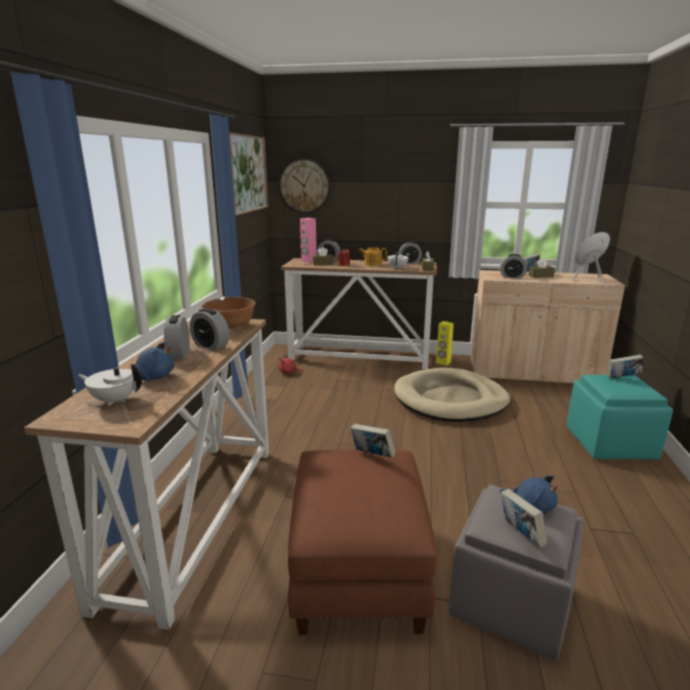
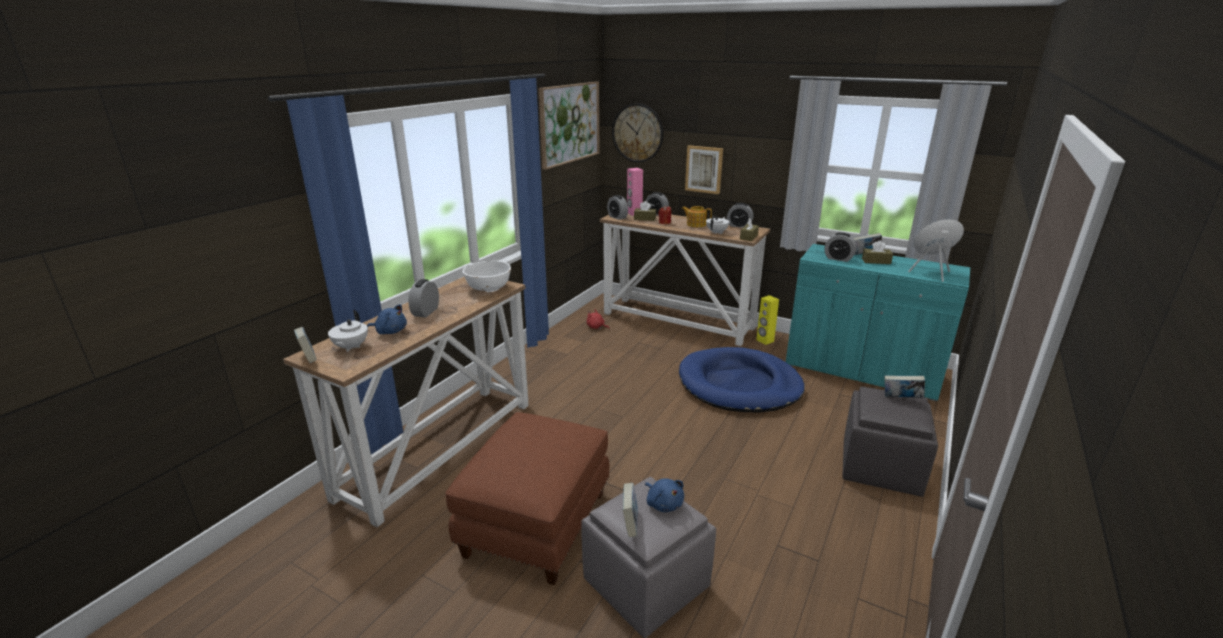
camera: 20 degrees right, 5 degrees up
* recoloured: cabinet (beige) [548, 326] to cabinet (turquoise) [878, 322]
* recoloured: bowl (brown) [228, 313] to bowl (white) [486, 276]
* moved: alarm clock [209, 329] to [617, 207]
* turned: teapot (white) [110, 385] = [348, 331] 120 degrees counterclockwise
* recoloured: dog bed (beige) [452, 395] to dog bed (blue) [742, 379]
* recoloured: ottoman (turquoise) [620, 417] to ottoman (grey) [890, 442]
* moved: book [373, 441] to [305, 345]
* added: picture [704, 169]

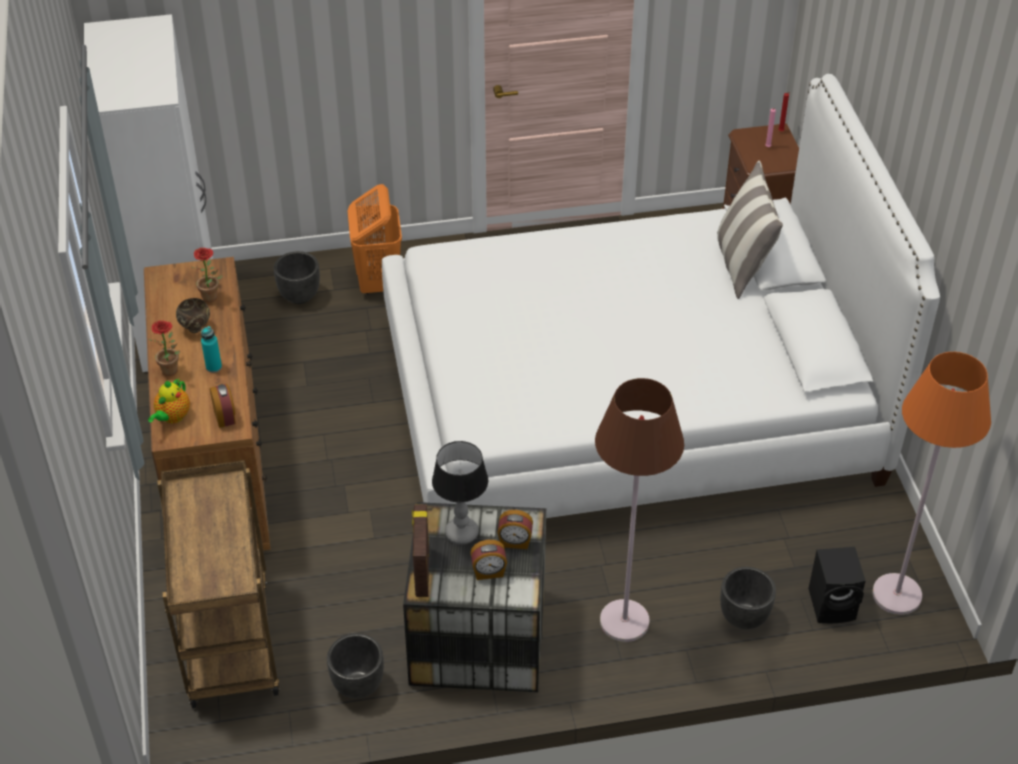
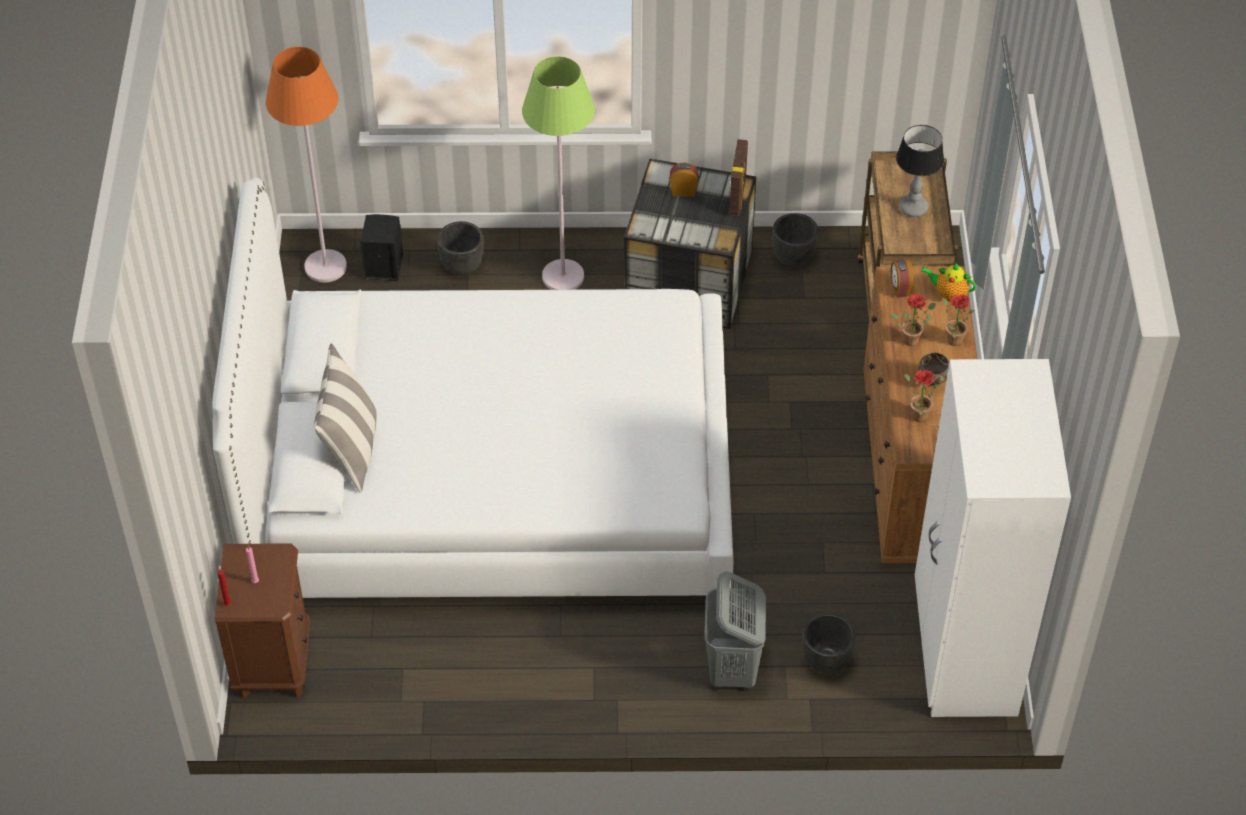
camera: 170 degrees left, 5 degrees up
* recoloured: laundry basket (orange) [375, 239] to laundry basket (grey) [735, 631]
* replaced: bottle (turquoise) [211, 349] to potted plant [913, 320]
* recoloured: floor lamp (brown) [639, 510] to floor lamp (green) [558, 173]
* turned: teapot [169, 401] = [948, 282] 105 degrees counterclockwise
* moved: table lamp [460, 493] to [920, 171]
* removed: alarm clock [515, 529]

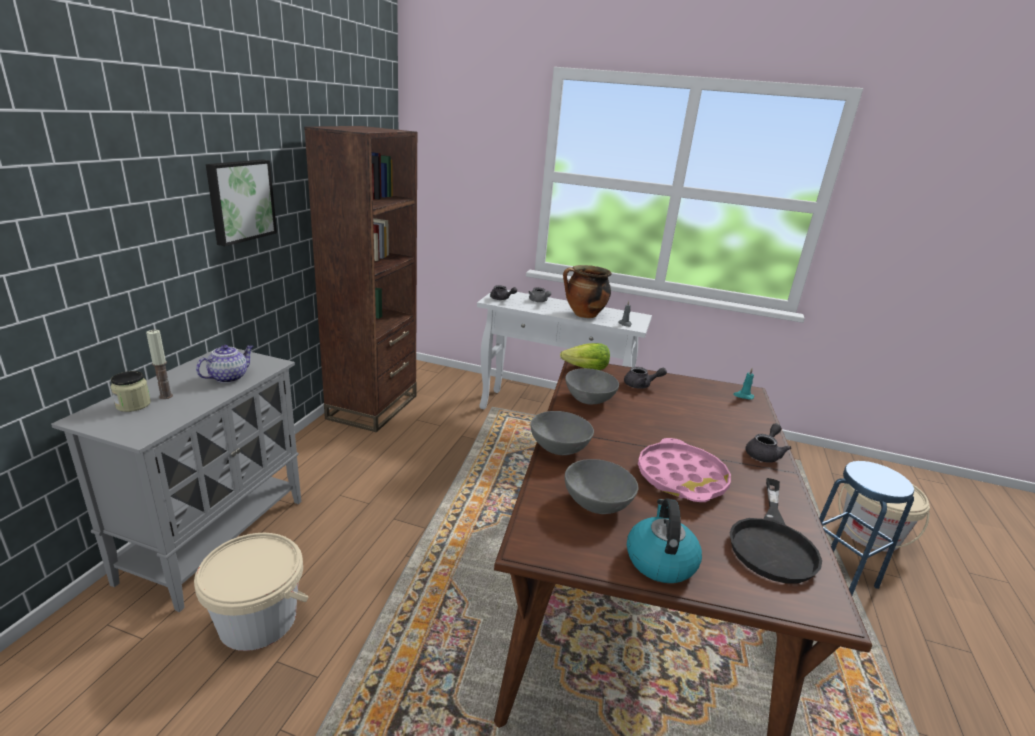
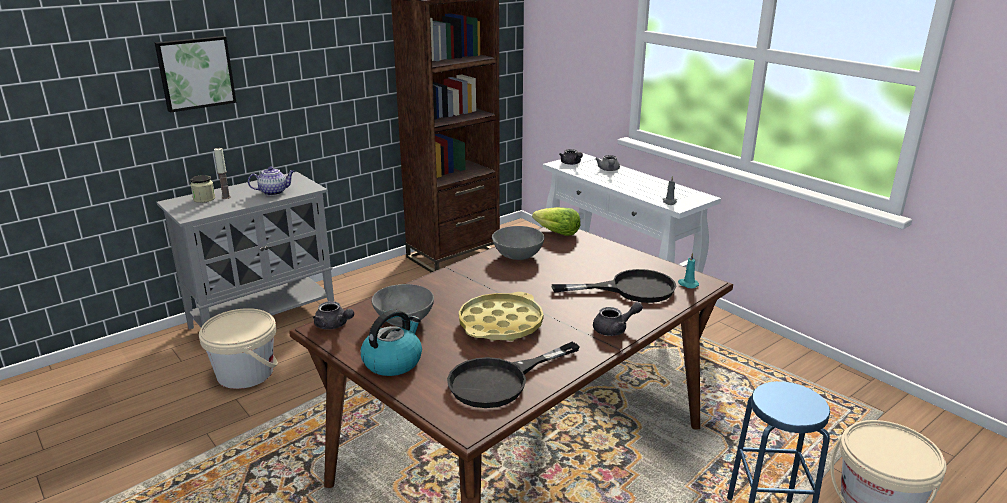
camera: 35 degrees right, 0 degrees up
* moved: picture [241, 203] to [196, 74]
* removed: cooking pot [587, 291]
* moved: teapot (grey) [645, 378] to [333, 315]
* removed: bowl (grey) [562, 433]
* recoloured: tray (pink) [684, 470] to tray (yellow) [501, 316]
* added: frying pan (black) [614, 286]

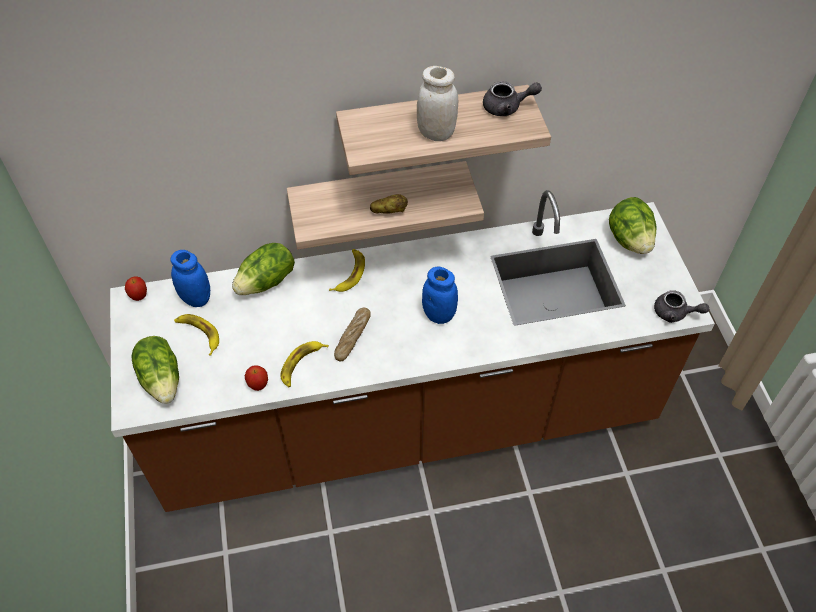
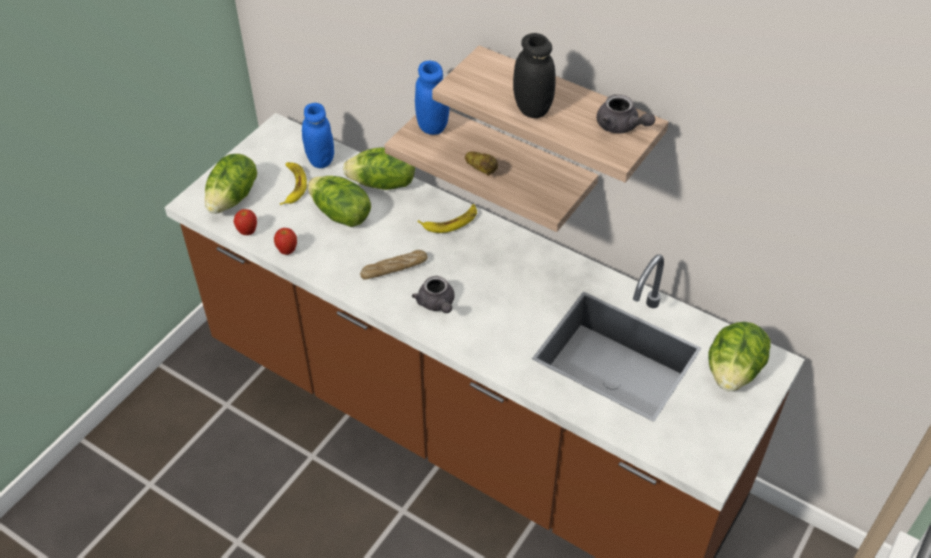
camera: 45 degrees right, 5 degrees down
* recoloured: jar (white) [437, 103] to jar (black) [534, 75]
* moved: jar (blue) [440, 295] to [432, 98]
* moved: apple [136, 289] to [245, 222]
* moved: teapot (grey) [681, 306] to [433, 294]
* removed: banana [305, 364]
* added: lettuce [339, 201]

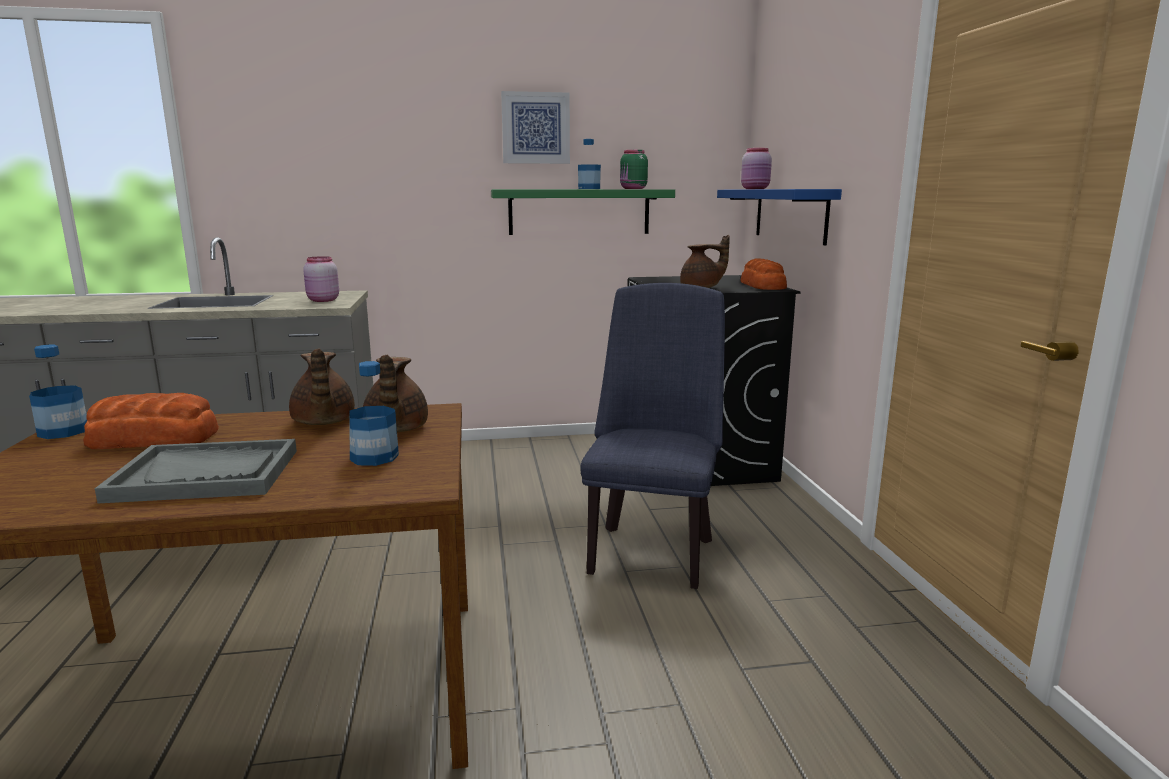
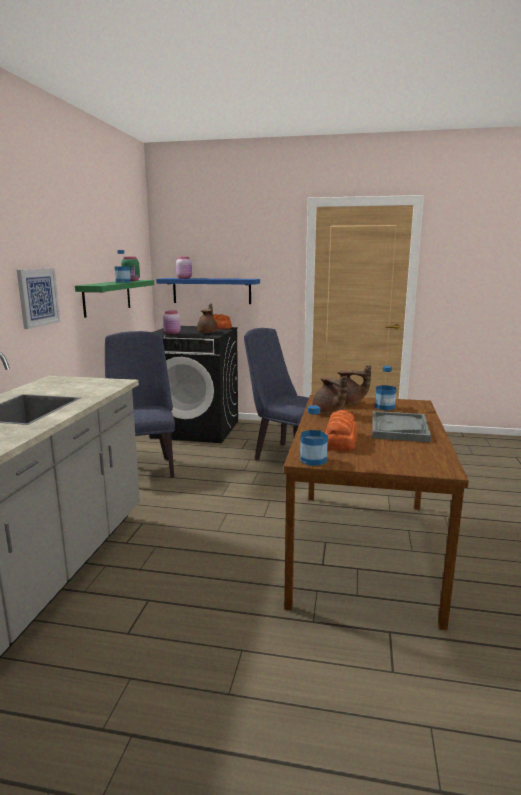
camera: 70 degrees left, 0 degrees up
* moved: picture [535, 127] to [38, 298]
* moved: jar (pink) [321, 279] to [172, 322]
* turned: teapot (brown) [322, 386] = [330, 395] 60 degrees clockwise
* added: chair (blue) [140, 404]

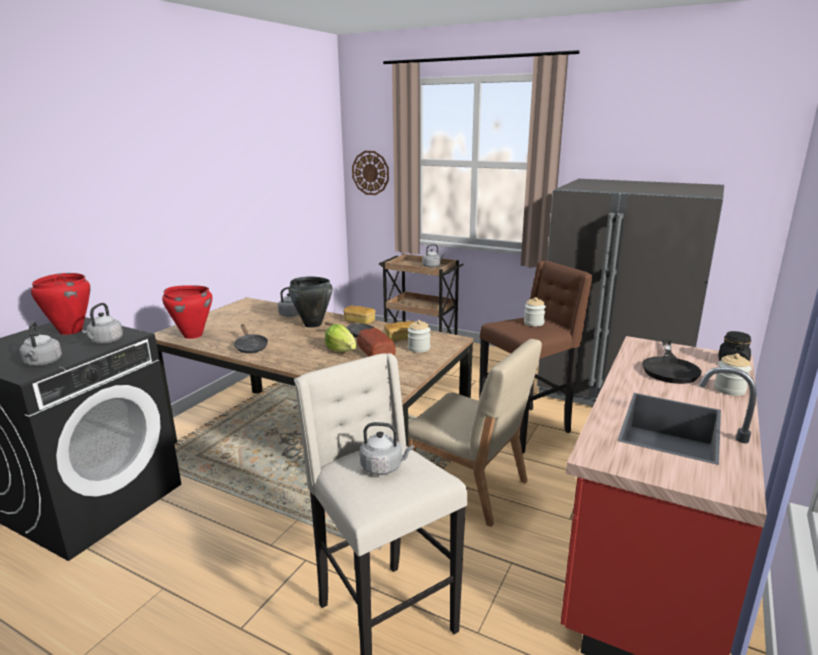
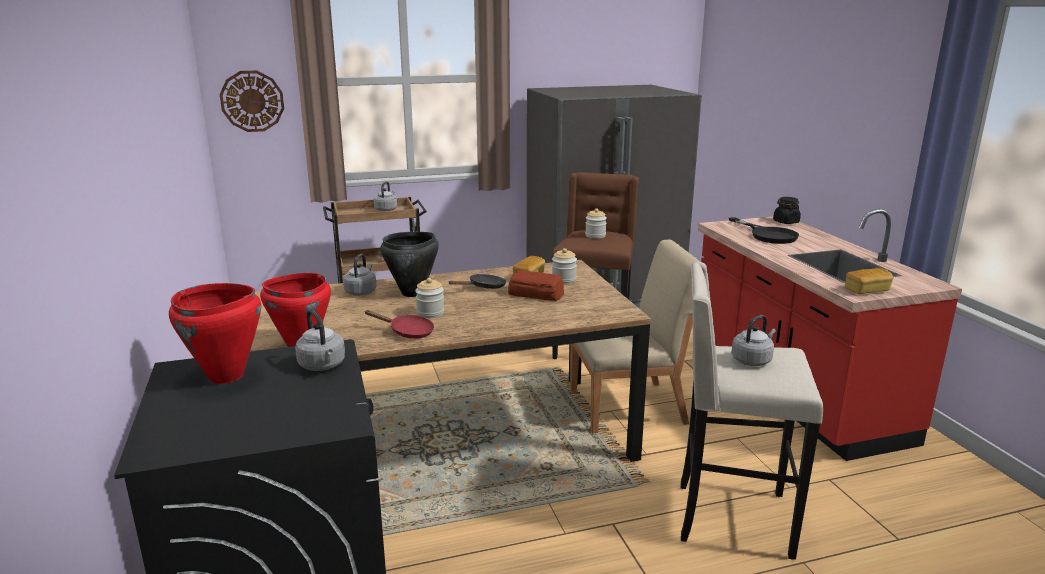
camera: 45 degrees left, 0 degrees up
* moved: bread [359, 315] to [869, 281]
* removed: kettle (grey) [41, 343]
* recoloured: frying pan (black) [251, 338] to frying pan (red) [399, 324]
* removed: lettuce [341, 338]
* moved: jar [733, 374] to [429, 298]

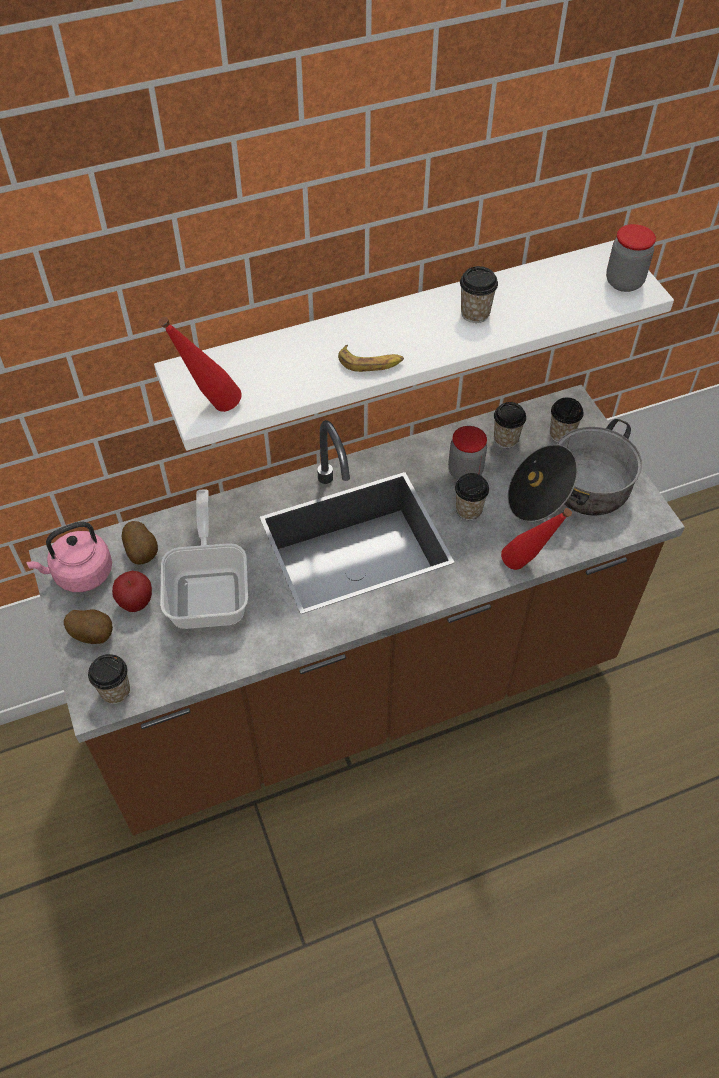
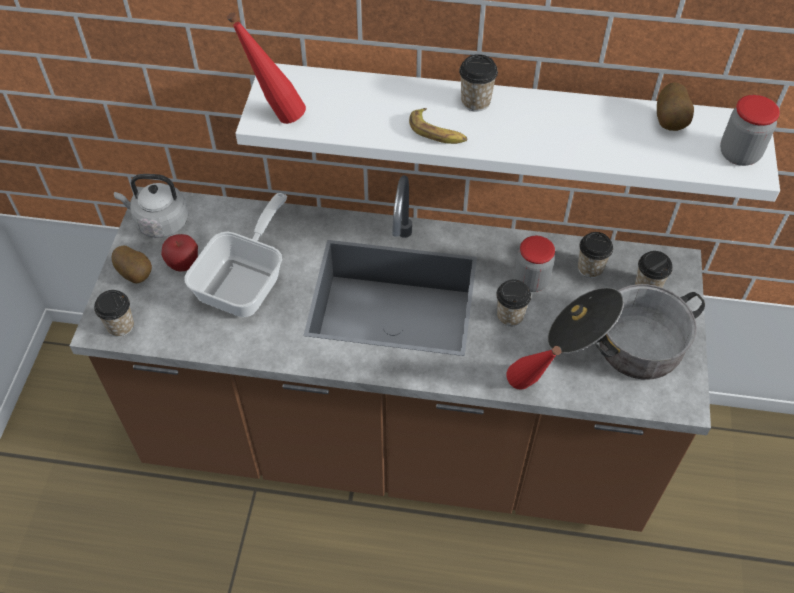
camera: 30 degrees right, 0 degrees up
* moved: cup [479, 294] to [478, 83]
* recoloured: kettle (pink) [69, 556] to kettle (grey) [151, 206]
* moved: potato [140, 543] to [675, 107]

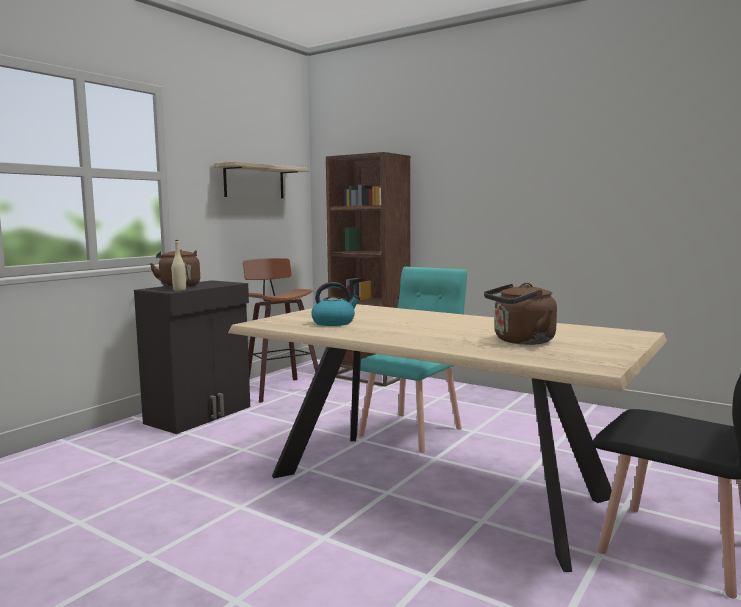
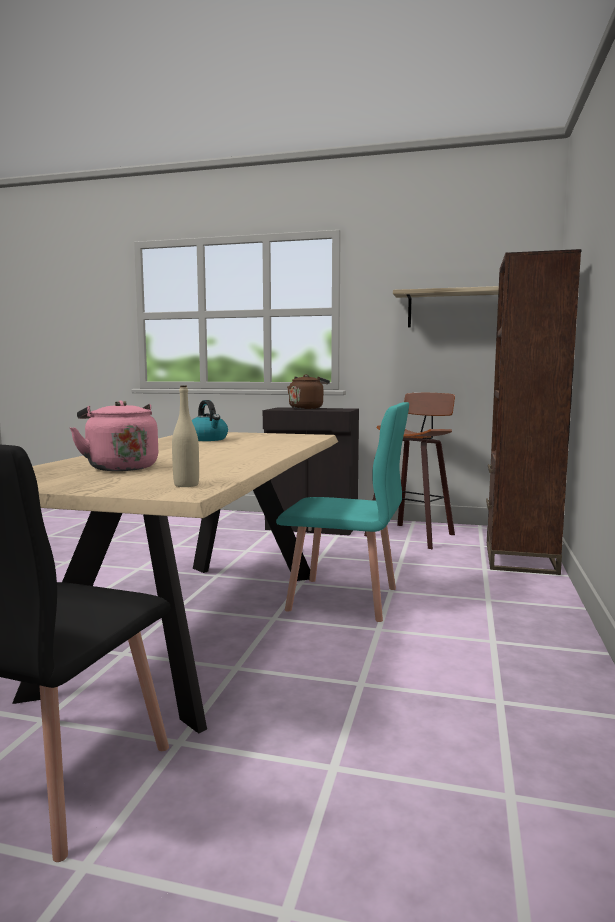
camera: 70 degrees right, 0 degrees up
* moved: bottle (beige) [179, 265] to [185, 436]
* recoloured: kettle (brown) [520, 314] to kettle (pink) [114, 435]

